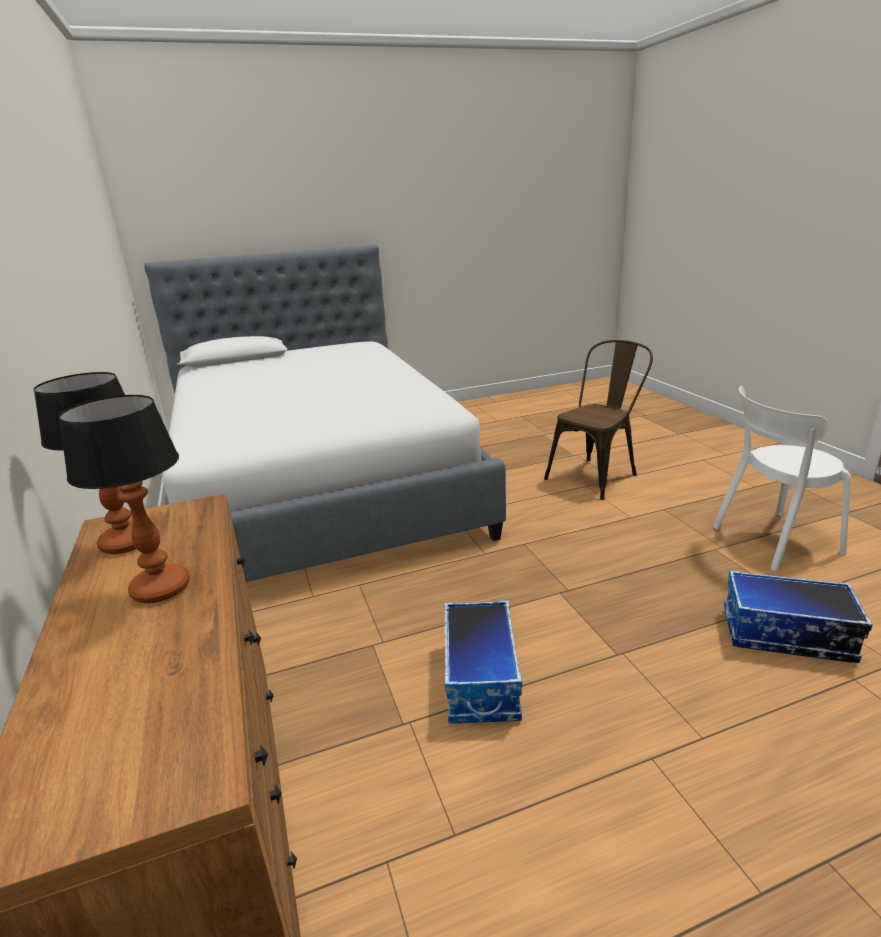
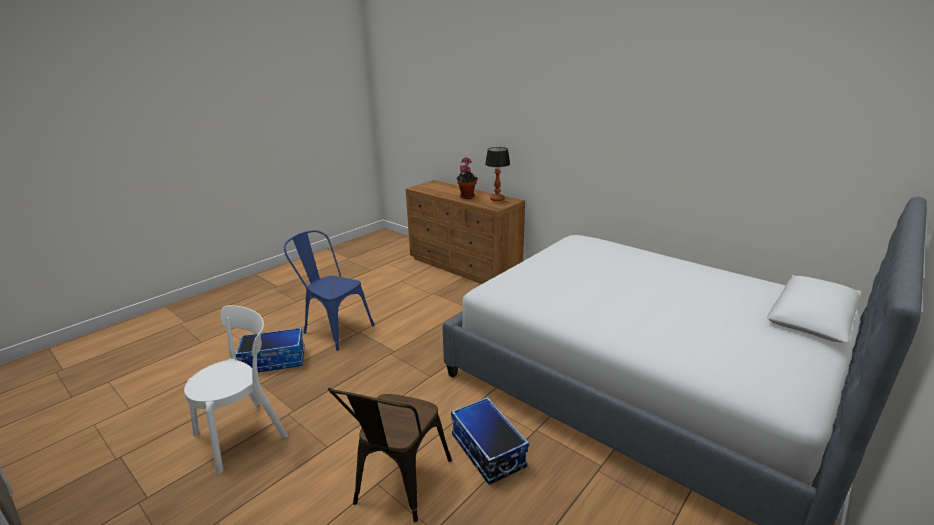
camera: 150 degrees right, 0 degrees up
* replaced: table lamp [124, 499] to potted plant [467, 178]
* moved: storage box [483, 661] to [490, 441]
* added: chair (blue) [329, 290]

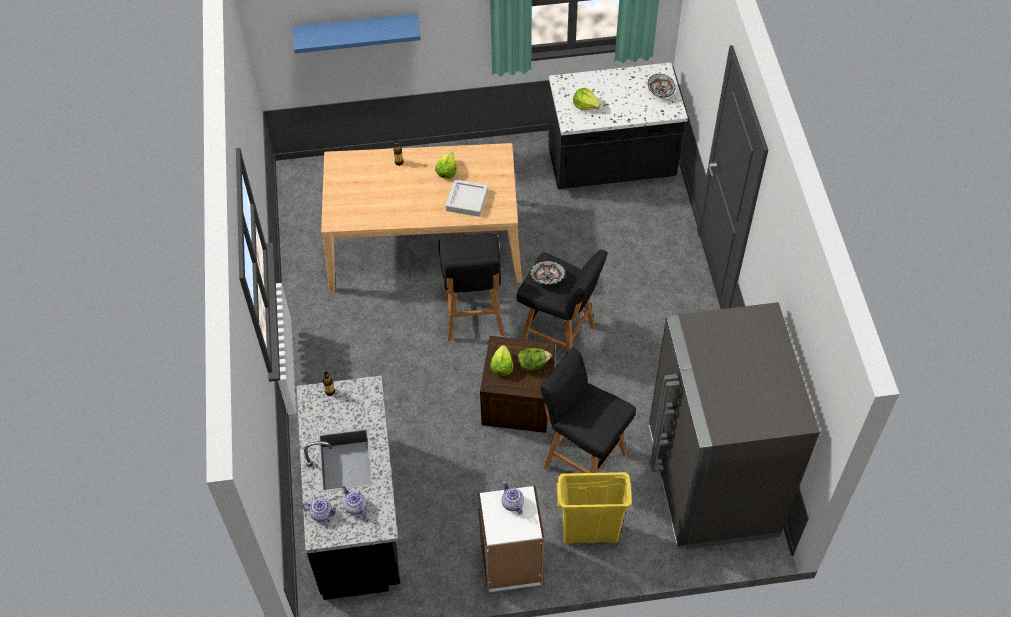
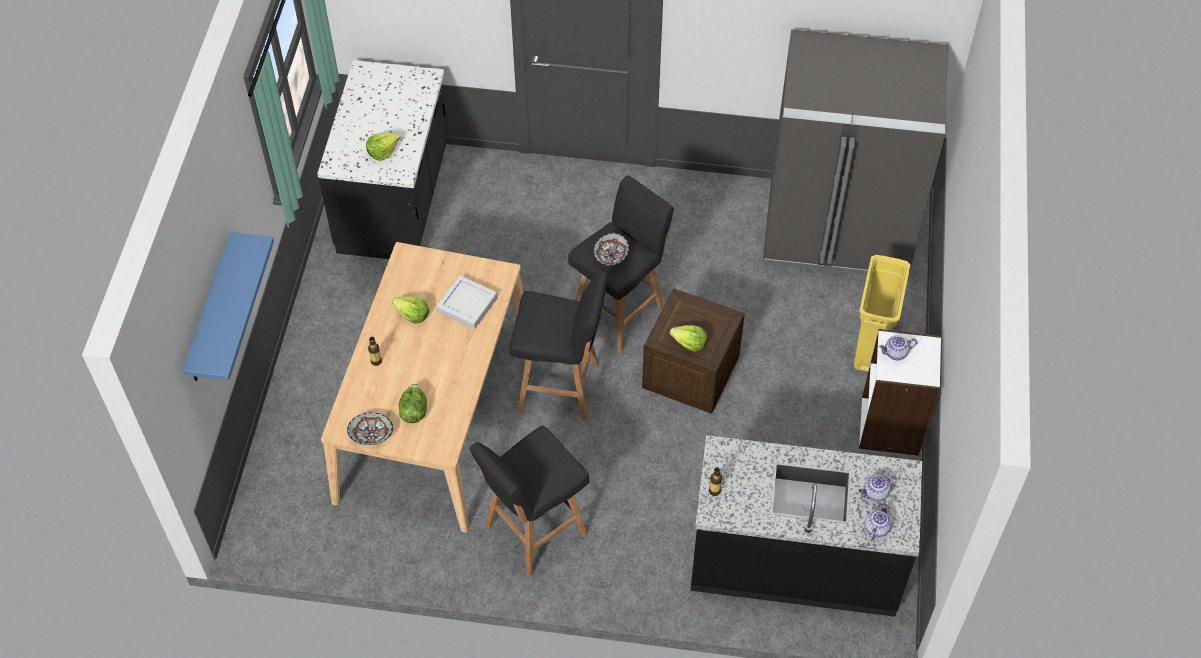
camera: 75 degrees left, 0 degrees up
* moved: bowl [662, 85] to [370, 428]
* moved: lettuce [535, 359] to [413, 403]
* moved: stool (black) [588, 410] to [529, 501]

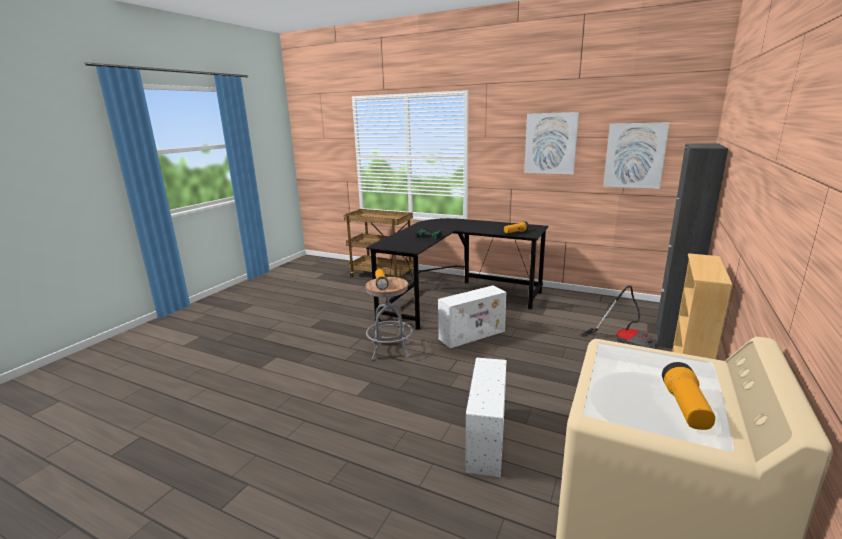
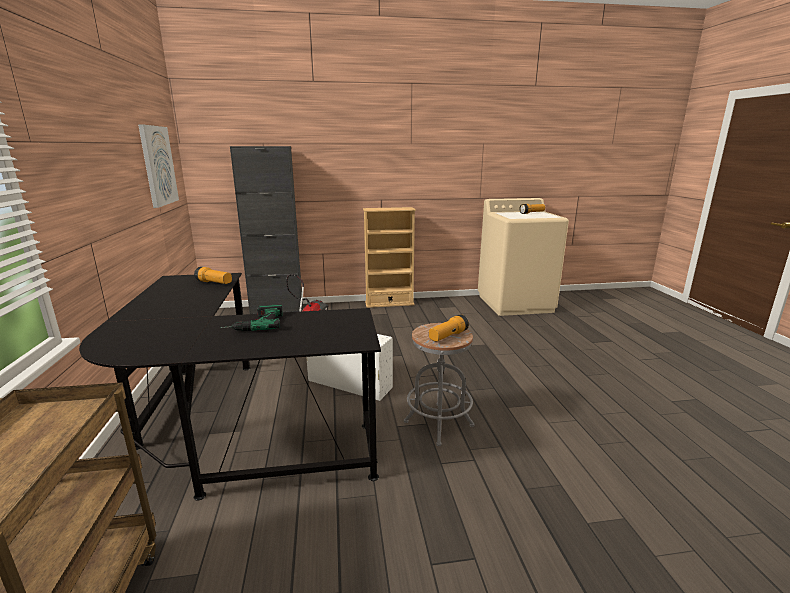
camera: 125 degrees left, 0 degrees up
* removed: picture [551, 143]
* removed: storage box (white) [485, 417]

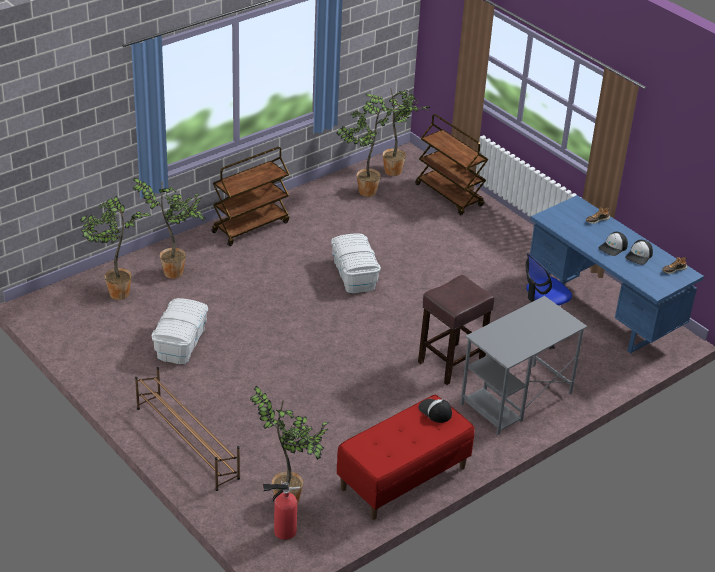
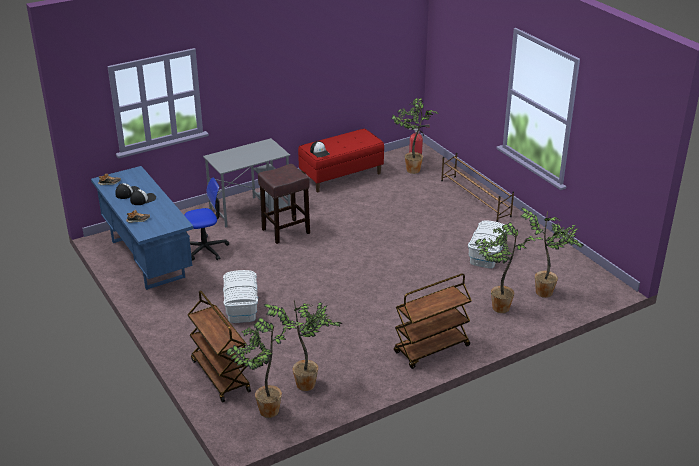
camera: 170 degrees left, 5 degrees down
* moved: storage box (white) [356, 263] to [240, 296]

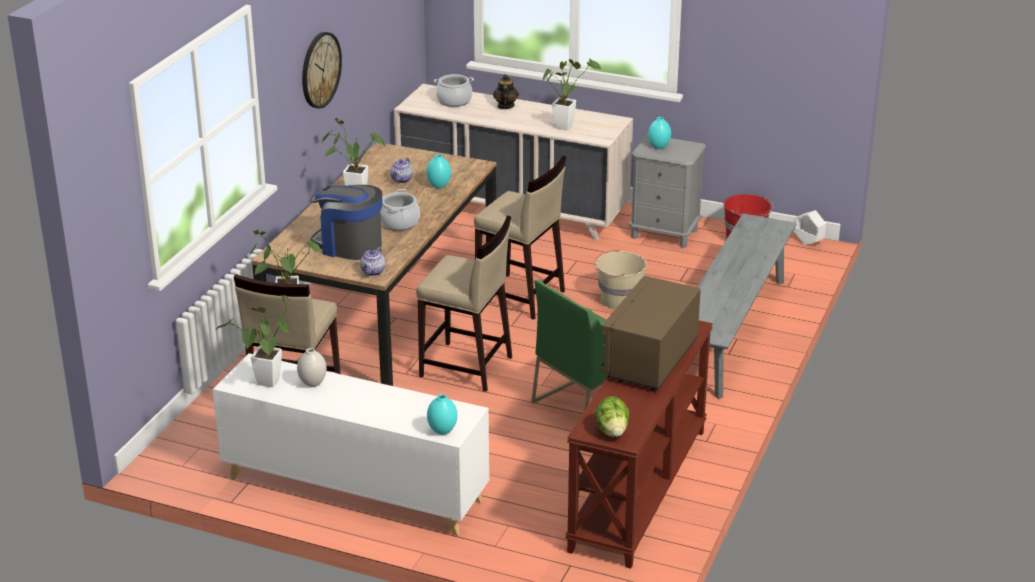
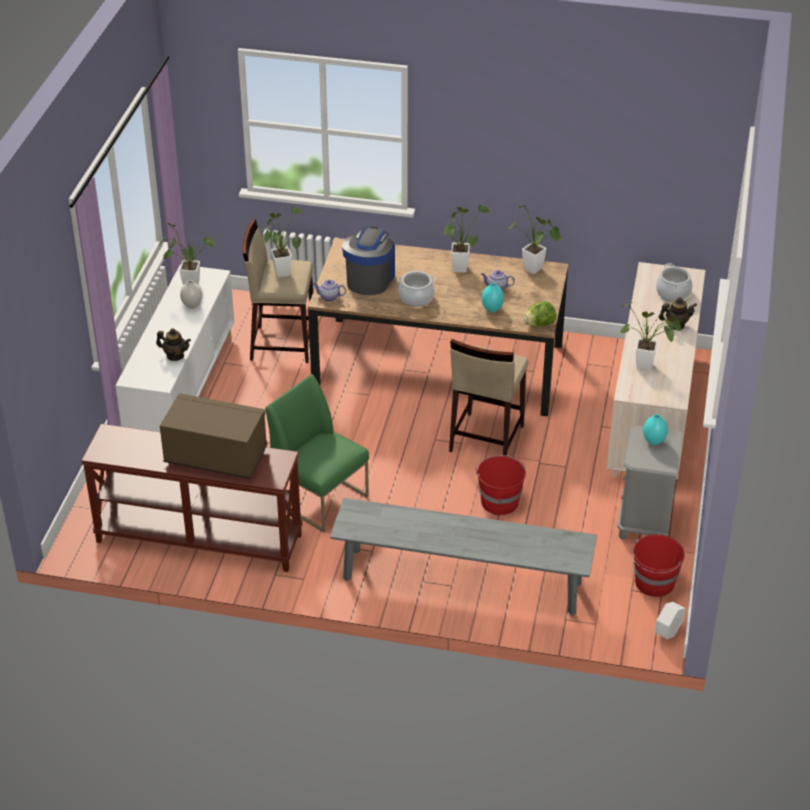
camera: 80 degrees right, 10 degrees up
* removed: wall clock [322, 70]
* removed: stool (beige) [464, 303]
* recoloured: bucket (beige) [620, 280] to bucket (red) [501, 485]
* removed: vase (turquoise) [442, 414]
* moved: lettuce [612, 416] to [540, 314]
* added: potted plant [535, 239]
* added: teapot [173, 344]

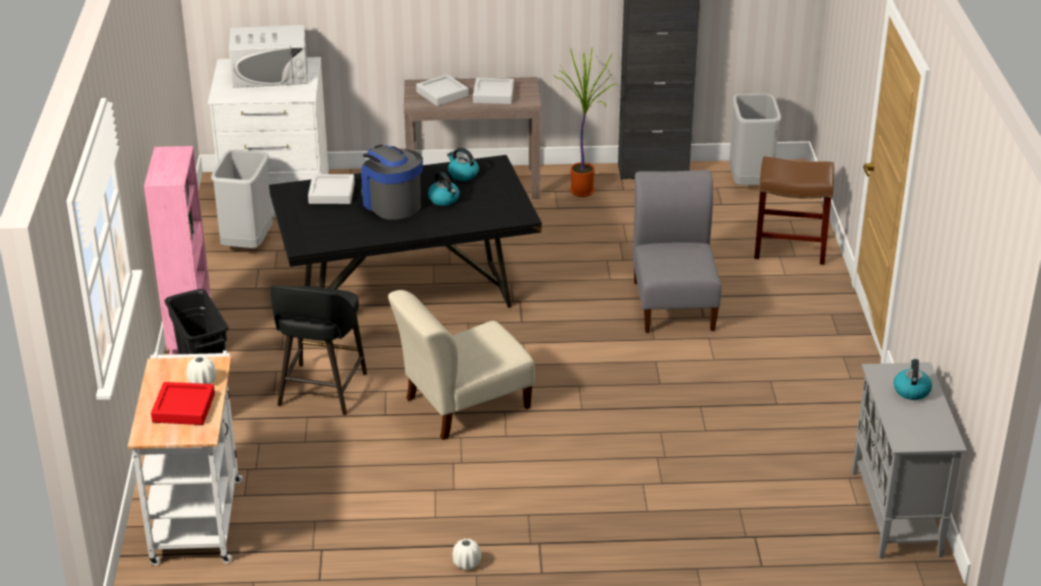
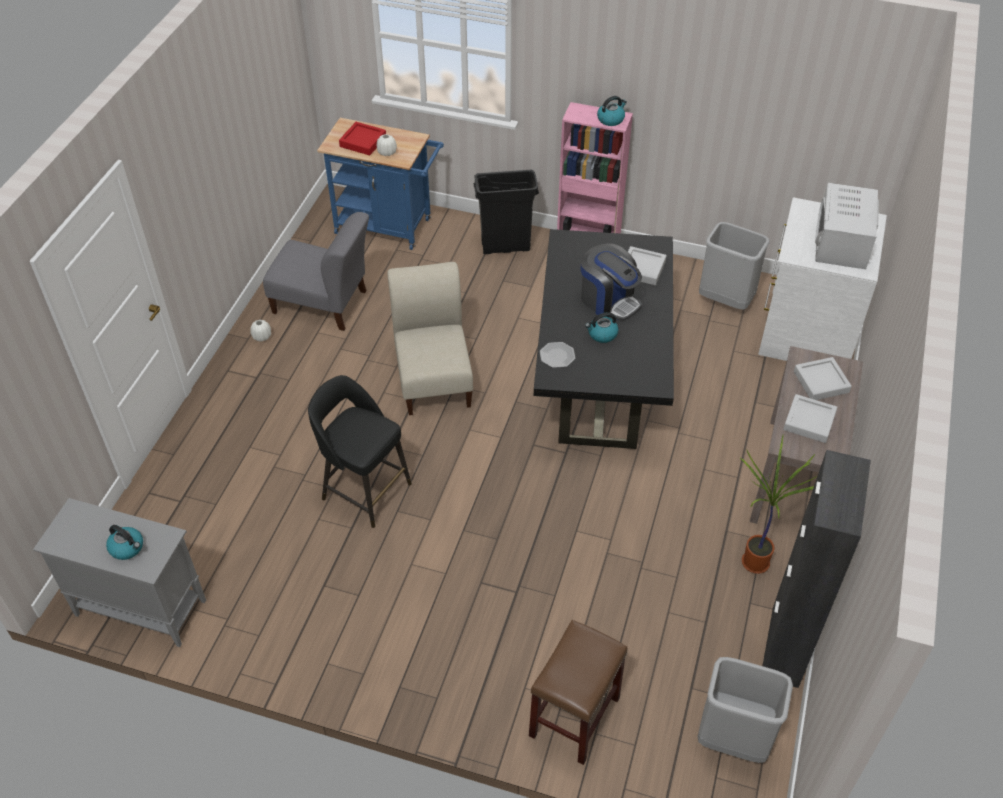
camera: 110 degrees right, 15 degrees up
* turned: coffee machine [392, 182] = [611, 282] 60 degrees clockwise
* moved: kettle [463, 164] to [612, 111]
* moved: chair (grey) [677, 251] to [316, 271]
* moved: stool (black) [318, 350] to [360, 451]
* recoloured: cart (white) [185, 457] to cart (blue) [380, 184]
* added: plate [557, 355]

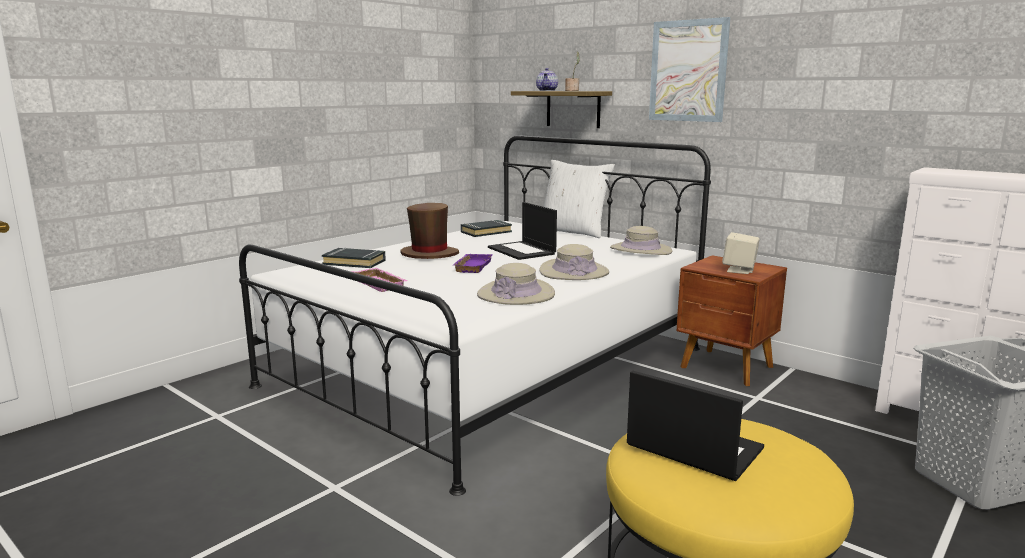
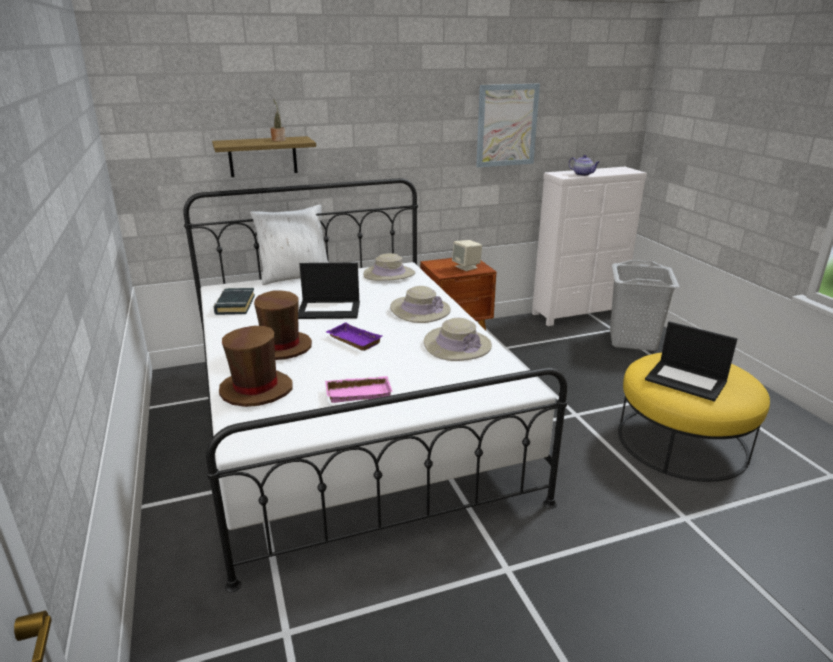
camera: 60 degrees left, 10 degrees up
* moved: picture [689, 69] to [508, 125]
* moved: teapot [547, 79] to [584, 165]
* replaced: book (black) [354, 258] to hat (brown) [256, 366]
* turned: laptop [695, 426] = [691, 361] 120 degrees counterclockwise

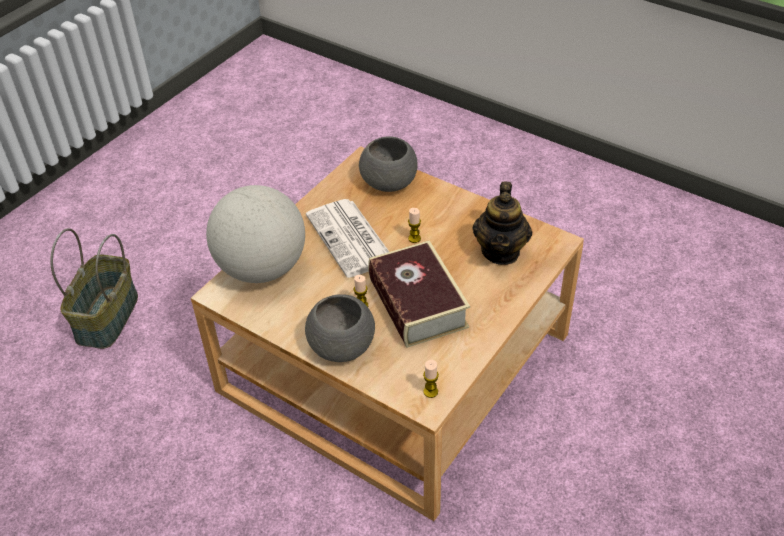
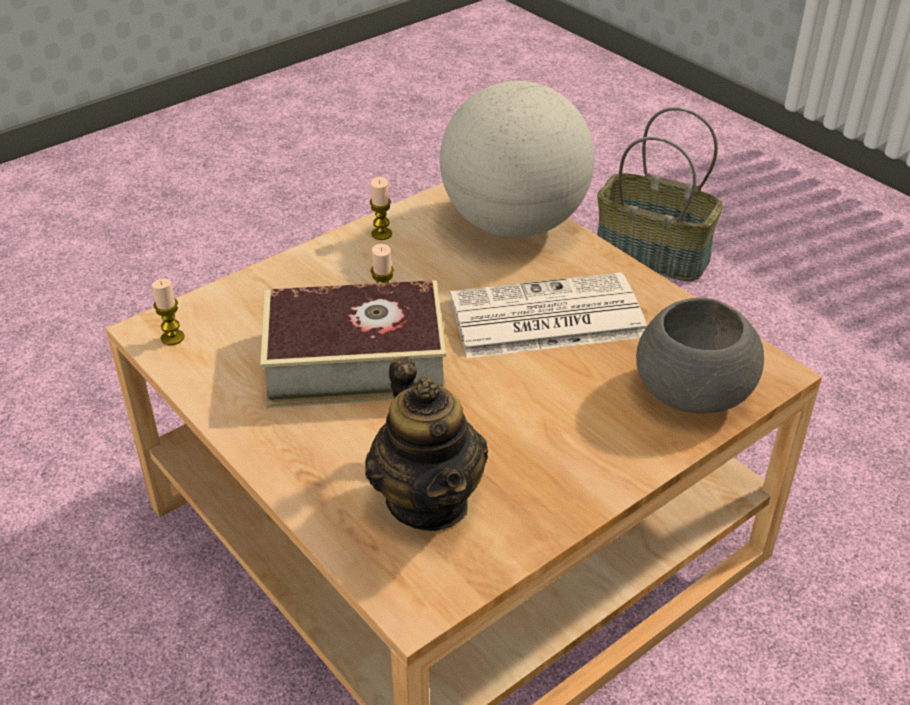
camera: 105 degrees right, 5 degrees down
* turned: teapot [502, 223] = [426, 444] 135 degrees counterclockwise
* moved: candle [414, 225] to [381, 208]
* removed: bowl (grey) [340, 328]

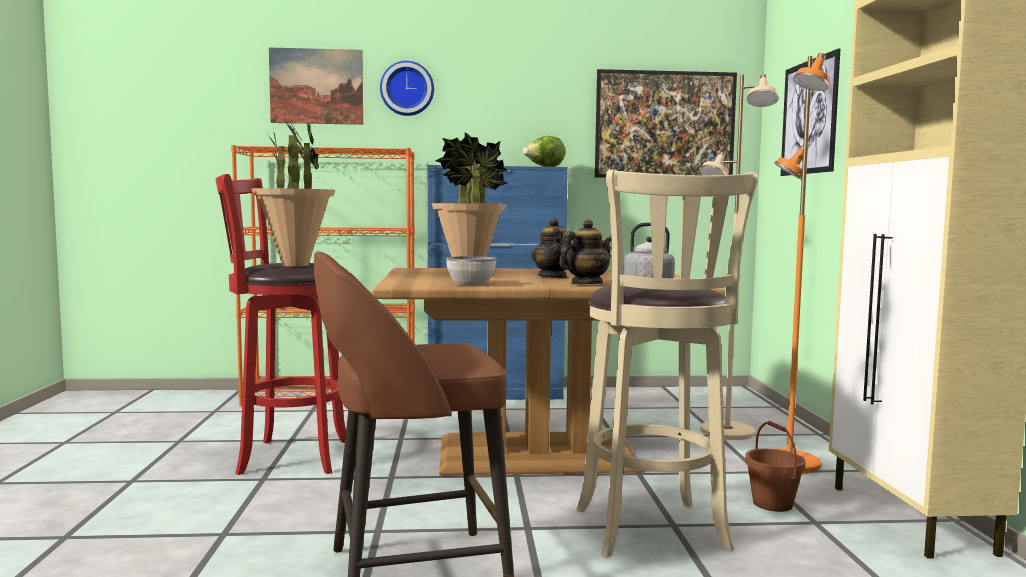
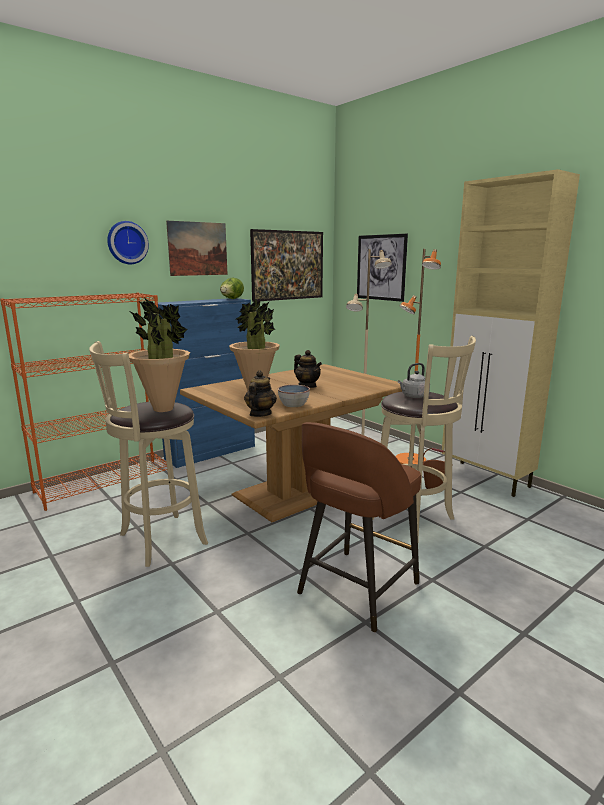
camera: 35 degrees left, 10 degrees up
* moved: picture [316, 86] to [197, 248]
* recoloured: stool (red) [280, 324] to stool (beige) [148, 454]
* moved: teapot [585, 251] to [260, 393]

